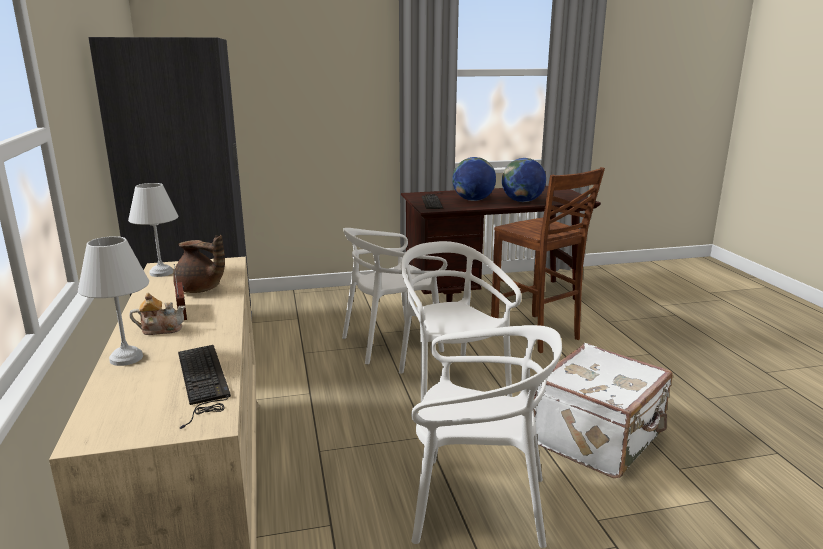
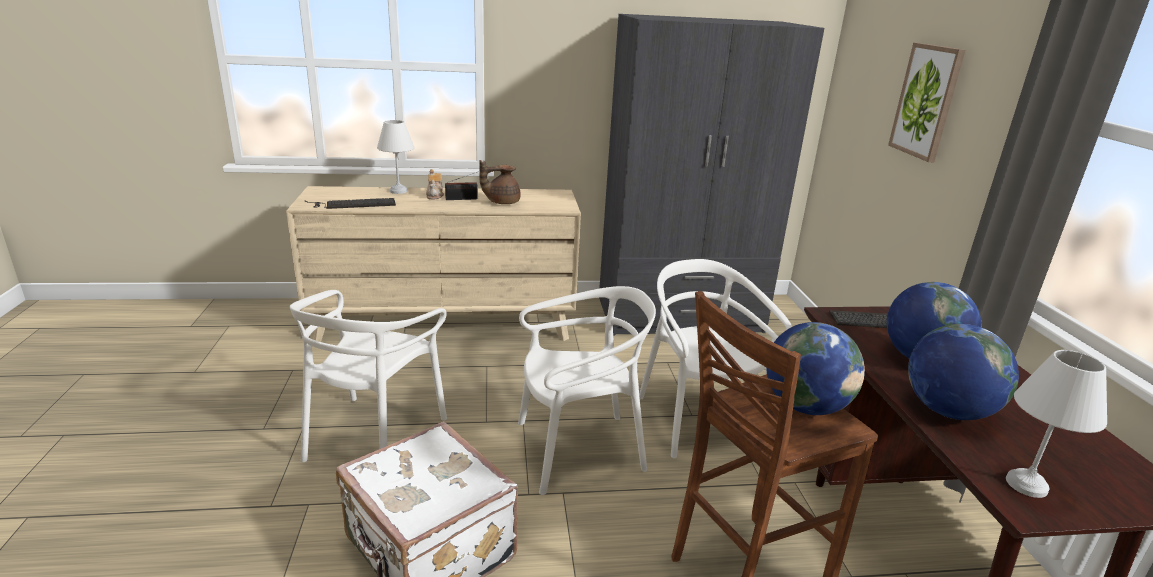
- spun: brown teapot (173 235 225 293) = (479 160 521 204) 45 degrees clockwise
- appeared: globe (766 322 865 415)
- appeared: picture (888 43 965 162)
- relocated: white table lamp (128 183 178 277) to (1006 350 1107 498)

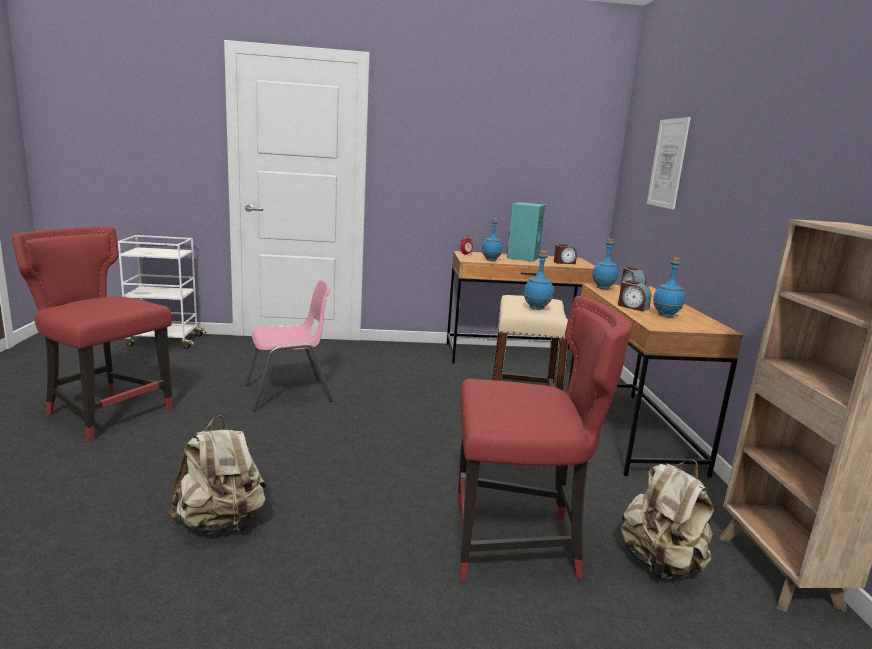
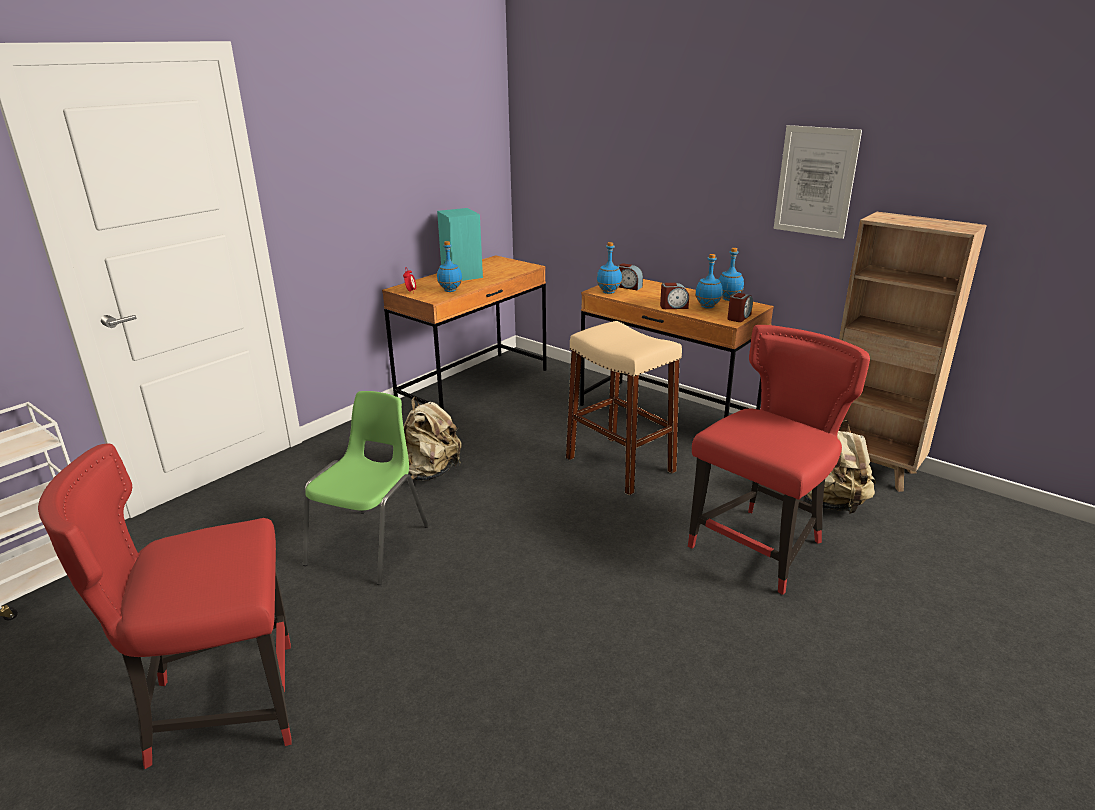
- colour: pink chair (245 280 333 411) to green chair (303 391 429 585)
- relocated: beige backpack (168 415 267 534) to (404 397 462 481)
- relocated: blue bottle (524 251 553 310) to (718 248 744 301)
- relocated: alarm clock (554 244 577 264) to (728 293 753 322)
- relocated: picture (647 117 691 210) to (774 125 862 239)

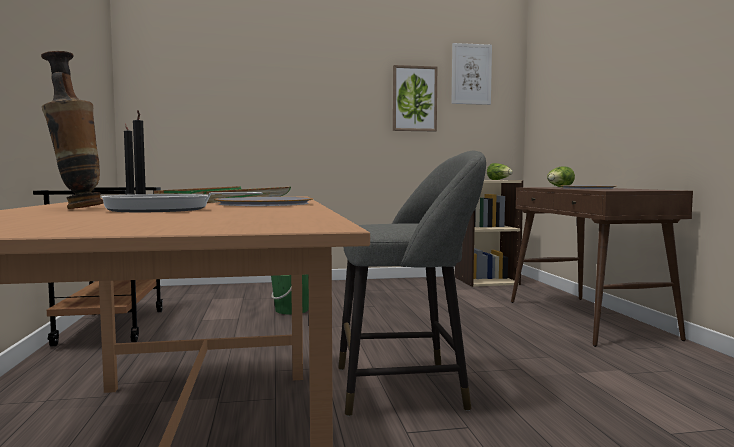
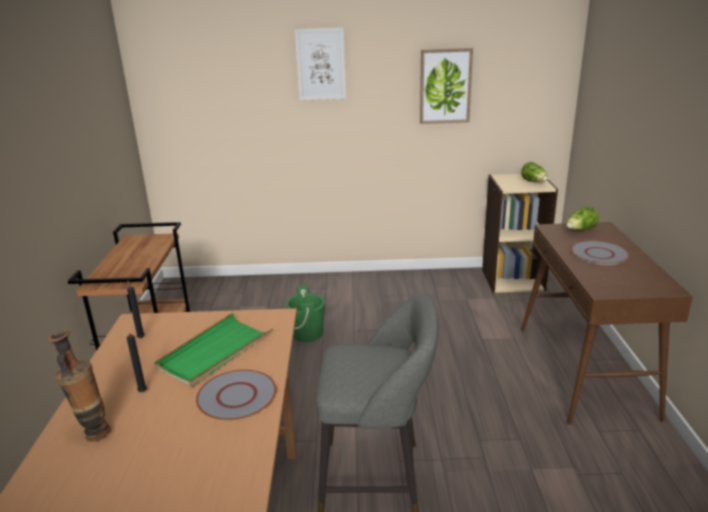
- relocated: picture (452 43 492 105) to (295 27 346 101)
- missing: frying pan (102 192 262 212)

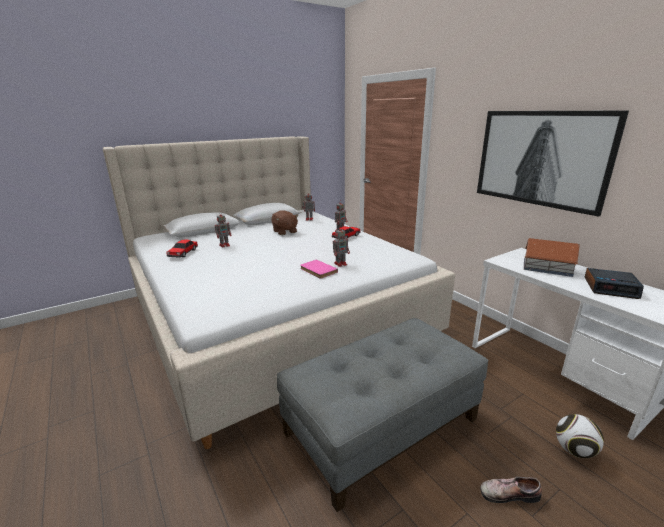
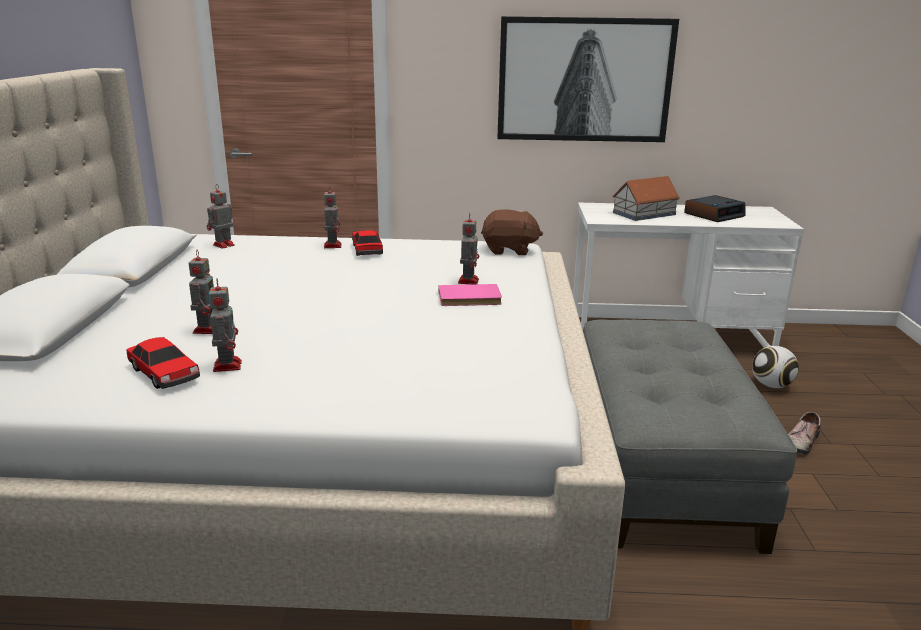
- appeared: toy robot (209 279 242 372)
- relocated: brown plush toy (272 210 299 235) to (481 210 543 255)

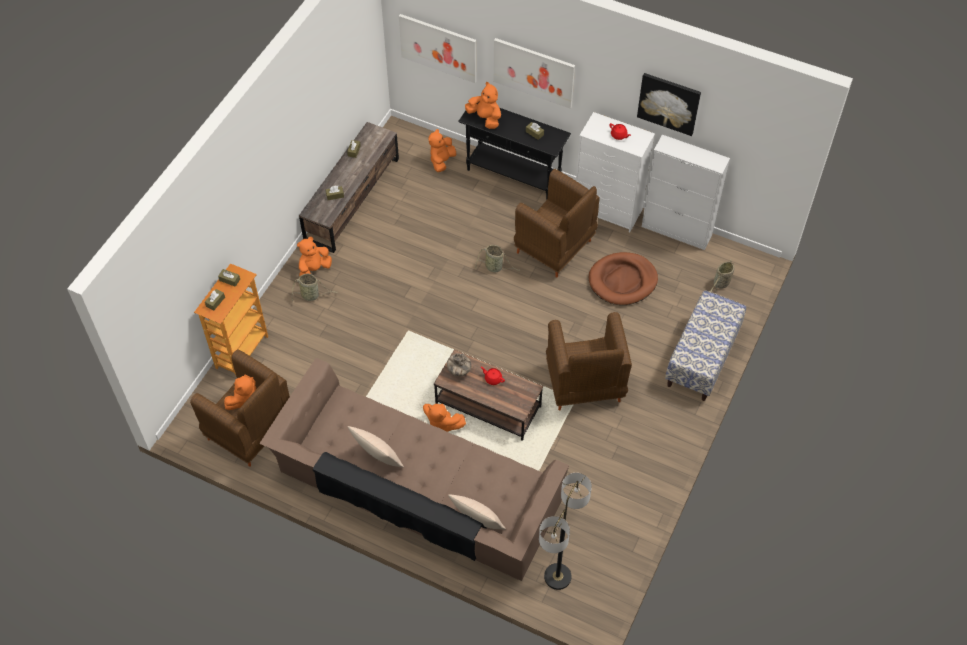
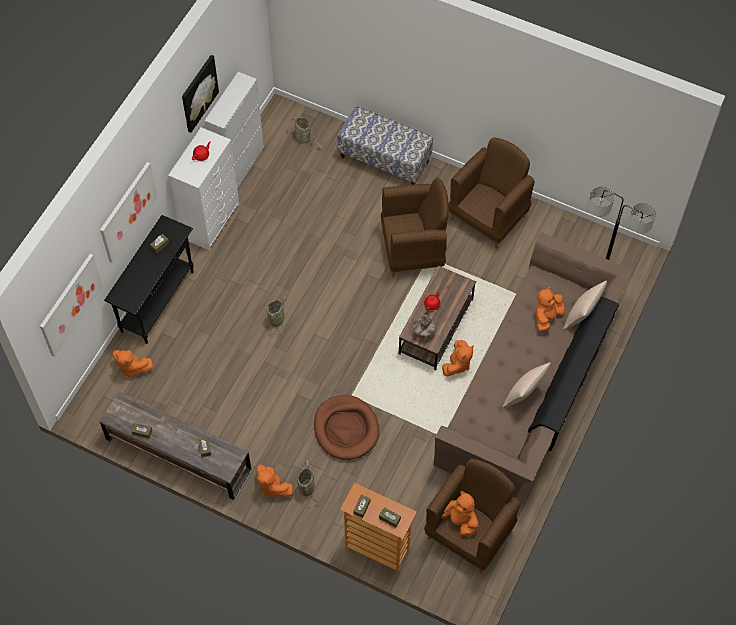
- relocated: brown dog bed (589 252 658 305) to (314 395 380 460)
- relocated: brown armchair (514 169 600 278) to (449 138 535 249)
- relocated: orange plush toy (465 82 501 129) to (536 287 565 332)

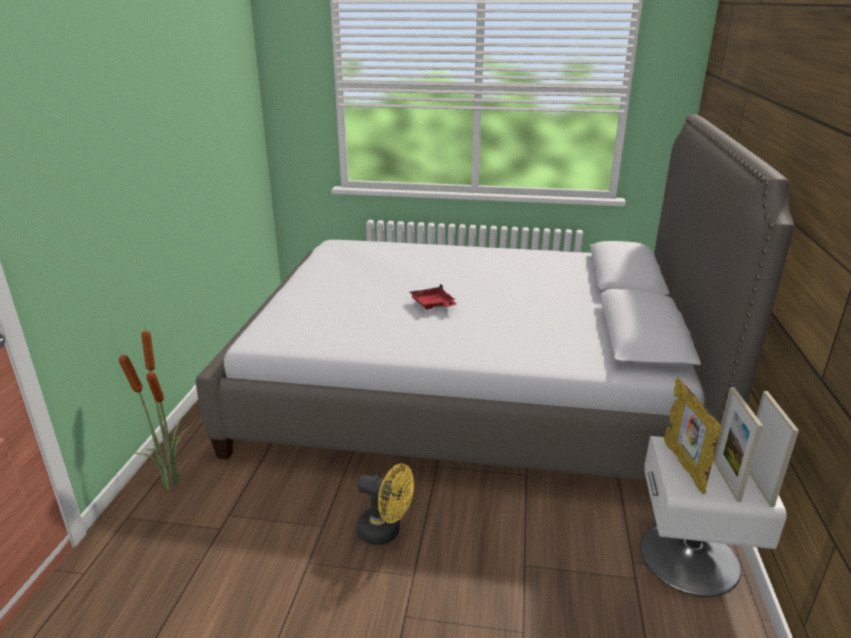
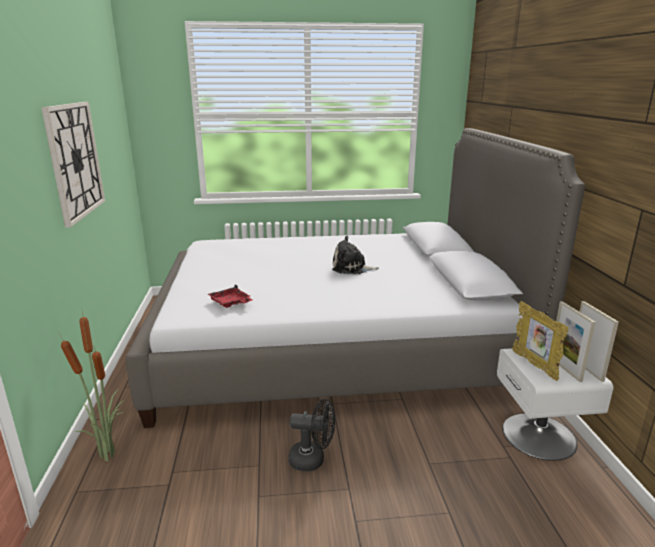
- appeared: wall clock (41 102 105 228)
- relocated: red tray (409 284 456 310) to (208 284 252 308)
- colour: yellow fan (357 464 414 545) to black fan (289 399 335 471)
- appeared: plush toy (332 236 379 274)

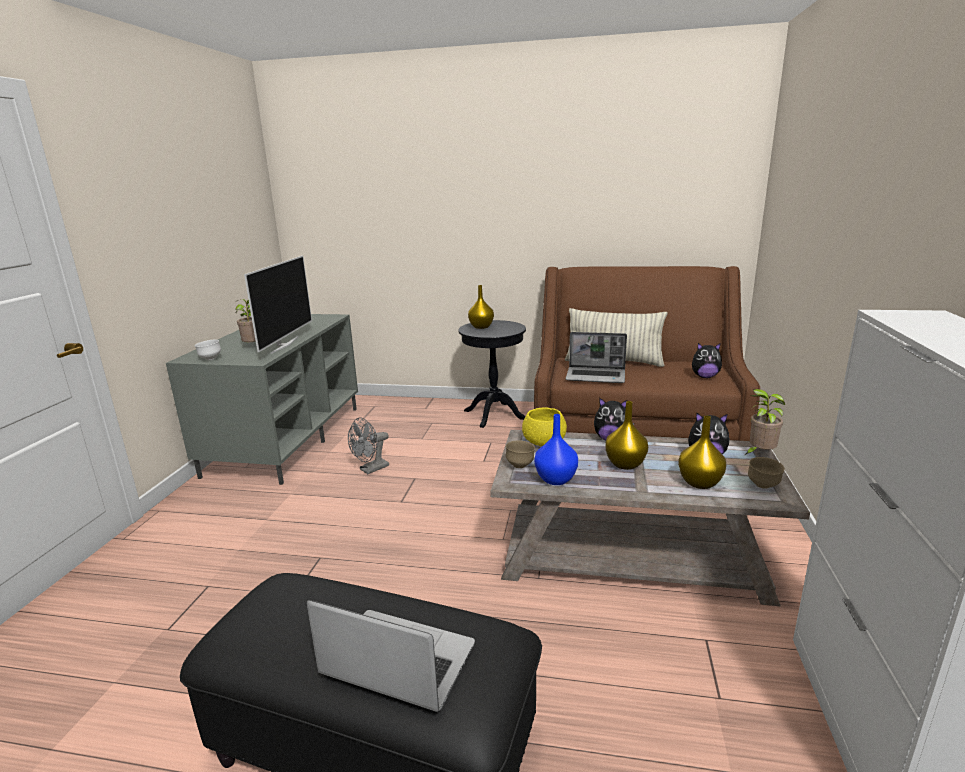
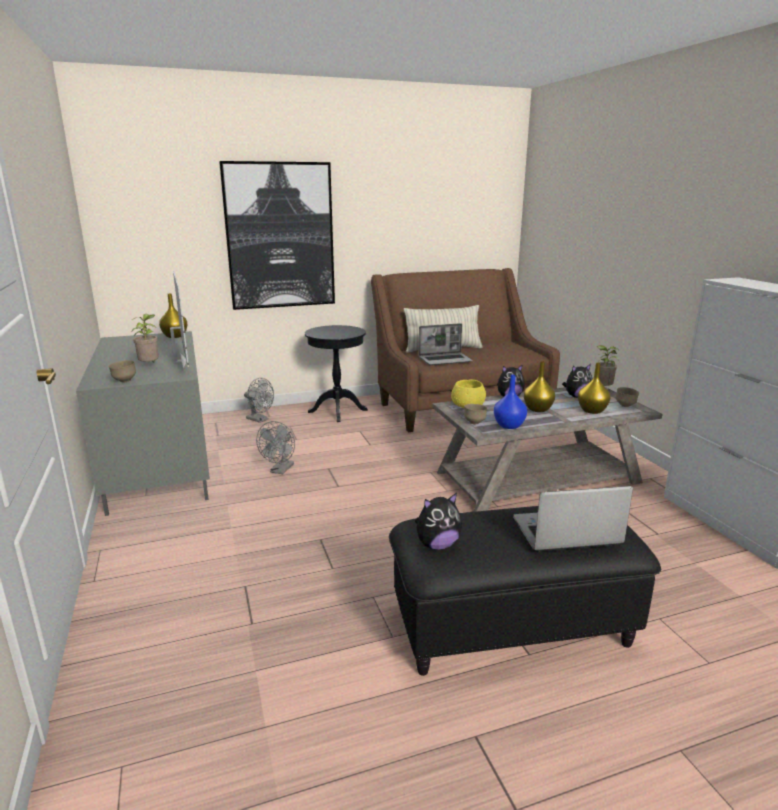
- colour: white bowl (195 340 221 360) to brown bowl (109 360 136 383)
- relocated: yellow vase (468 285 494 329) to (159 293 187 338)
- appeared: picture (219 161 335 310)
- appeared: grey fan (244 378 274 423)
- relocated: plush toy (692 343 722 378) to (415 493 462 550)

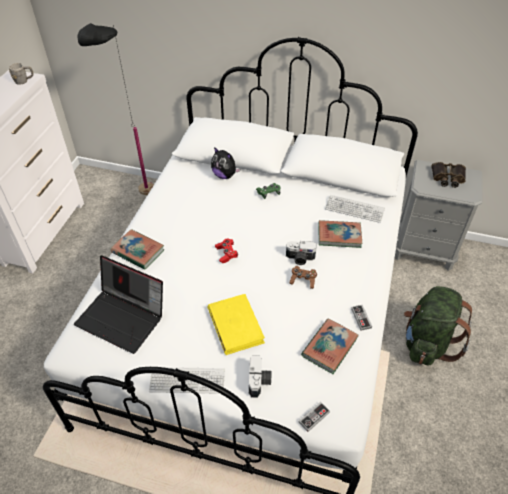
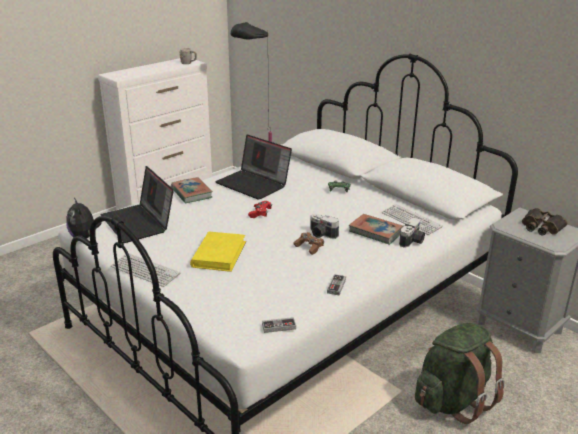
- relocated: plush toy (211 147 240 179) to (66 197 102 239)
- appeared: laptop (215 134 292 200)
- relocated: game controller (298 402 330 432) to (262 317 296 333)
- relocated: photo camera (249 355 271 398) to (399 218 425 248)
- missing: book (301 319 359 374)

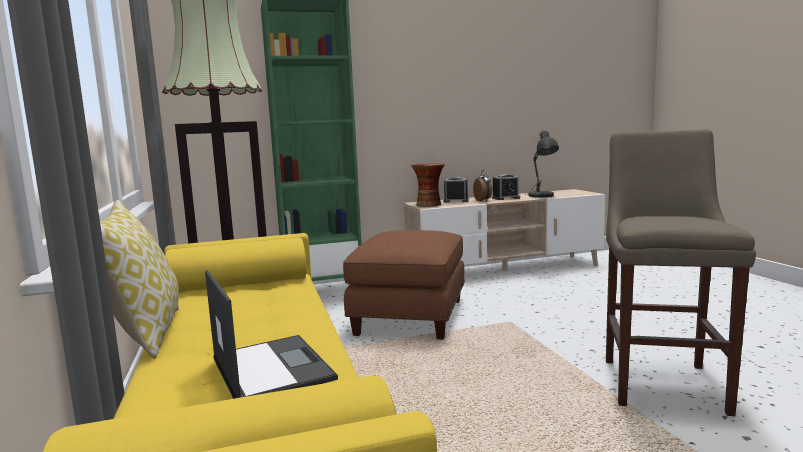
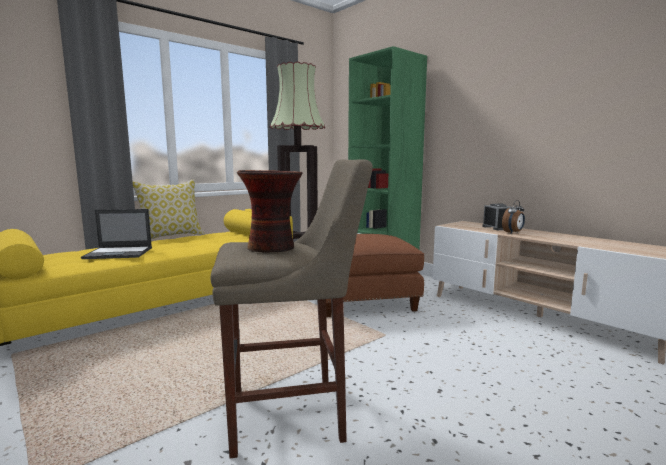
- spun: laptop (205 270 338 399) = (81 209 152 259) 45 degrees clockwise
- relocated: vase (411 163 445 207) to (237 170 303 253)
- missing: alarm clock (492 174 520 200)
- missing: grey table lamp (524 131 559 198)

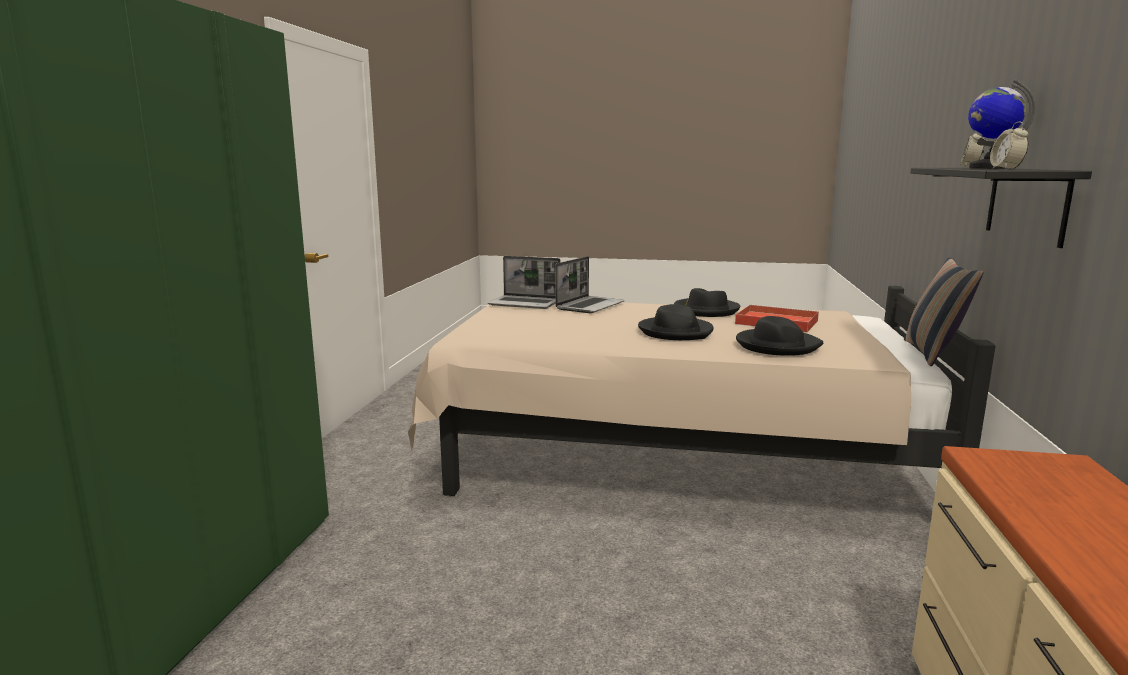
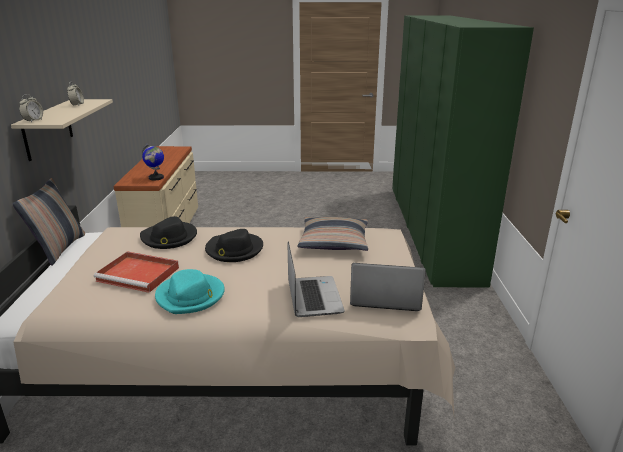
- colour: black shelf (911 168 1092 248) to beige shelf (11 99 113 161)
- relocated: globe (968 79 1036 168) to (142 143 164 180)
- colour: black hat (674 288 740 317) to turquoise hat (155 269 225 314)
- spun: laptop (555 256 624 313) = (288 241 345 317) 150 degrees clockwise
- appeared: pillow (297 217 368 251)

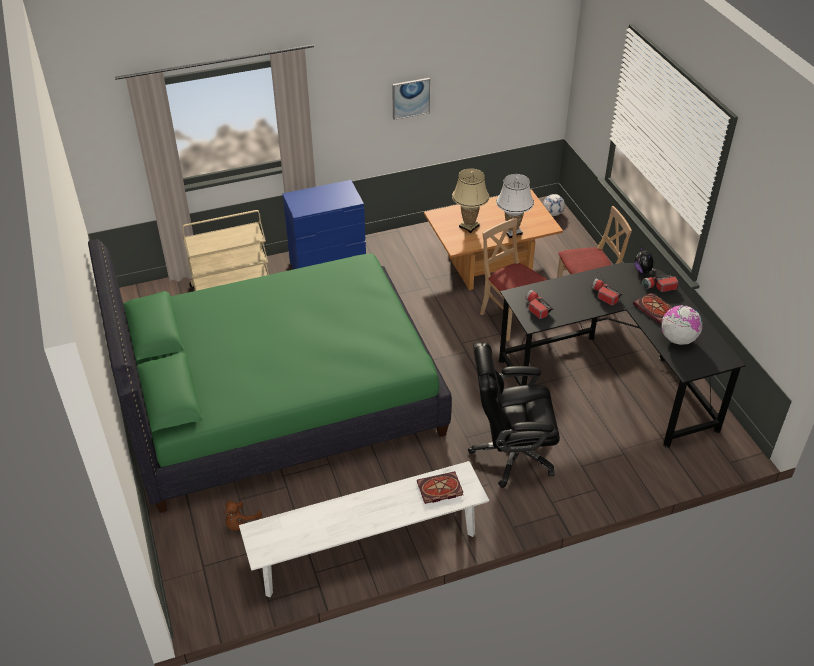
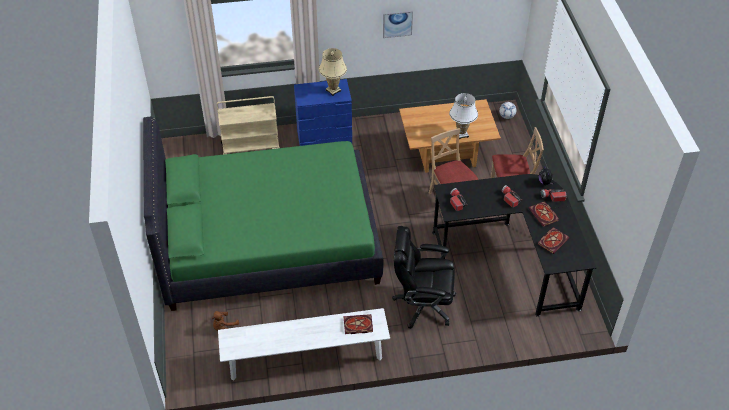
- relocated: beige table lamp (452 168 489 233) to (319 48 347 96)
- exchanged: globe (661 305 702 345) to book (538 227 569 254)

